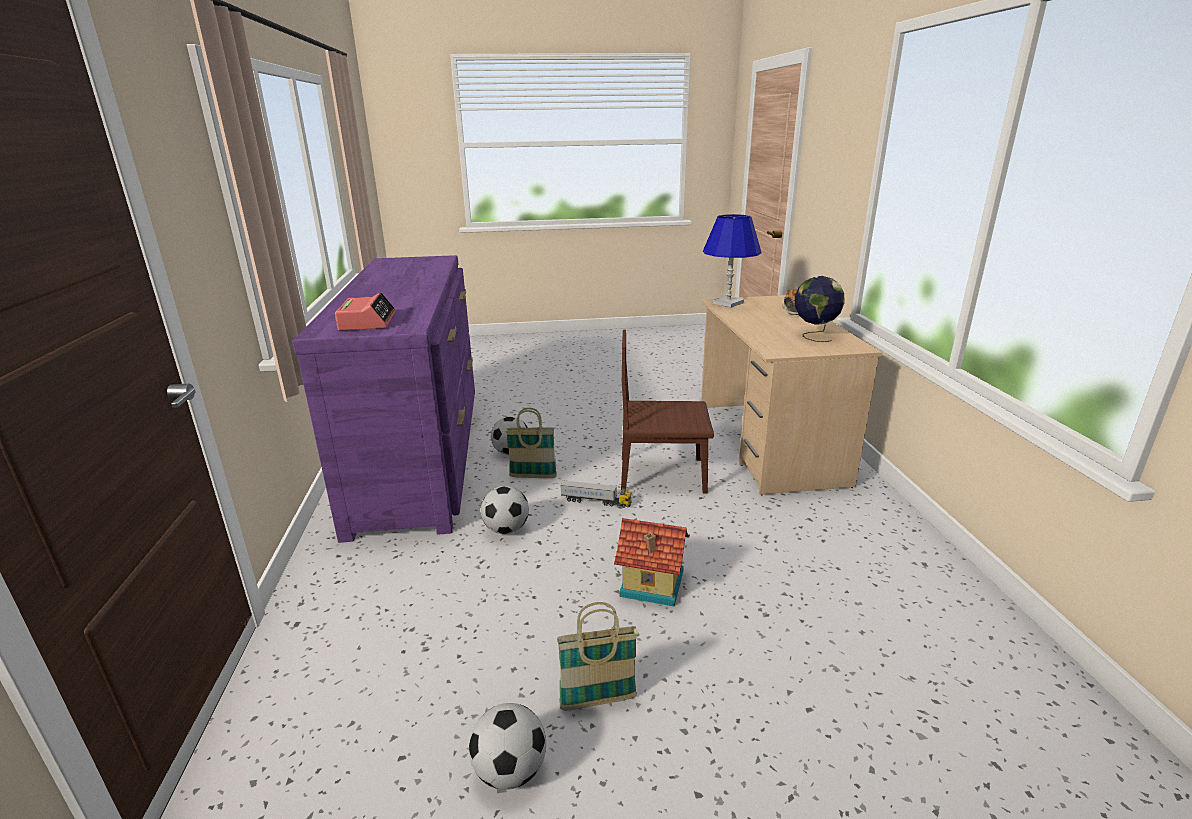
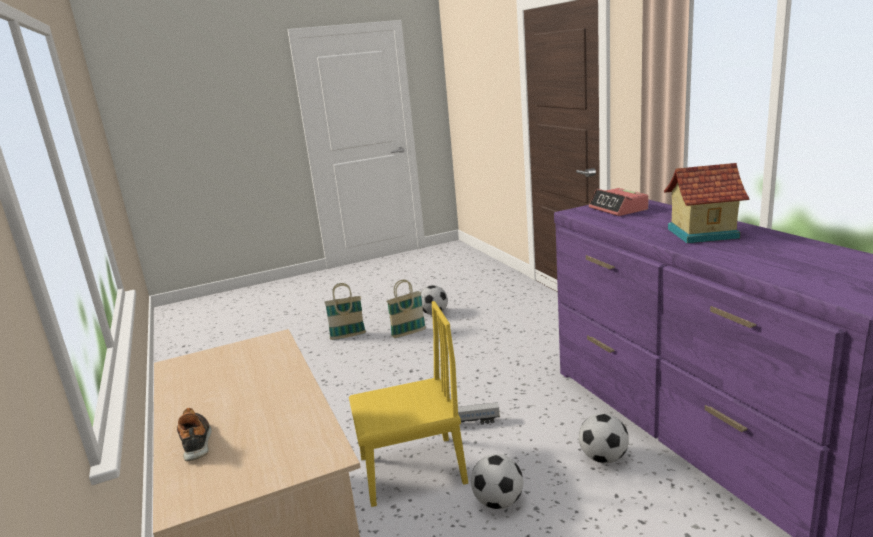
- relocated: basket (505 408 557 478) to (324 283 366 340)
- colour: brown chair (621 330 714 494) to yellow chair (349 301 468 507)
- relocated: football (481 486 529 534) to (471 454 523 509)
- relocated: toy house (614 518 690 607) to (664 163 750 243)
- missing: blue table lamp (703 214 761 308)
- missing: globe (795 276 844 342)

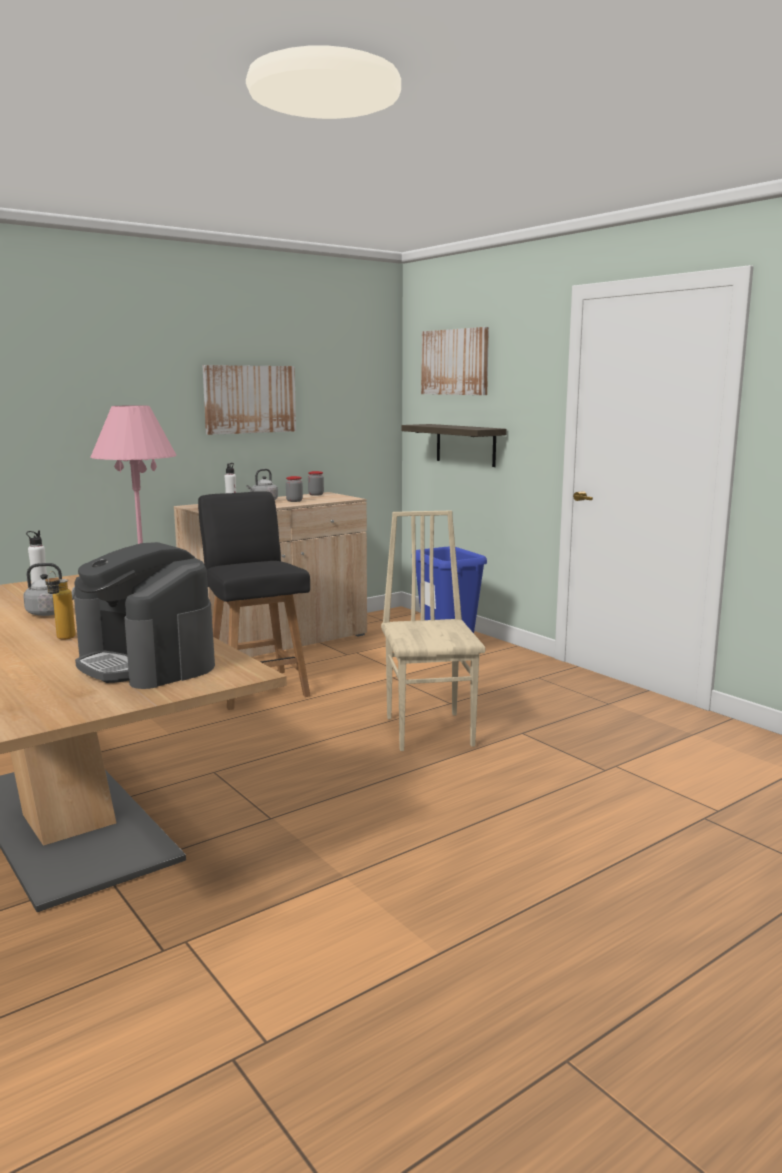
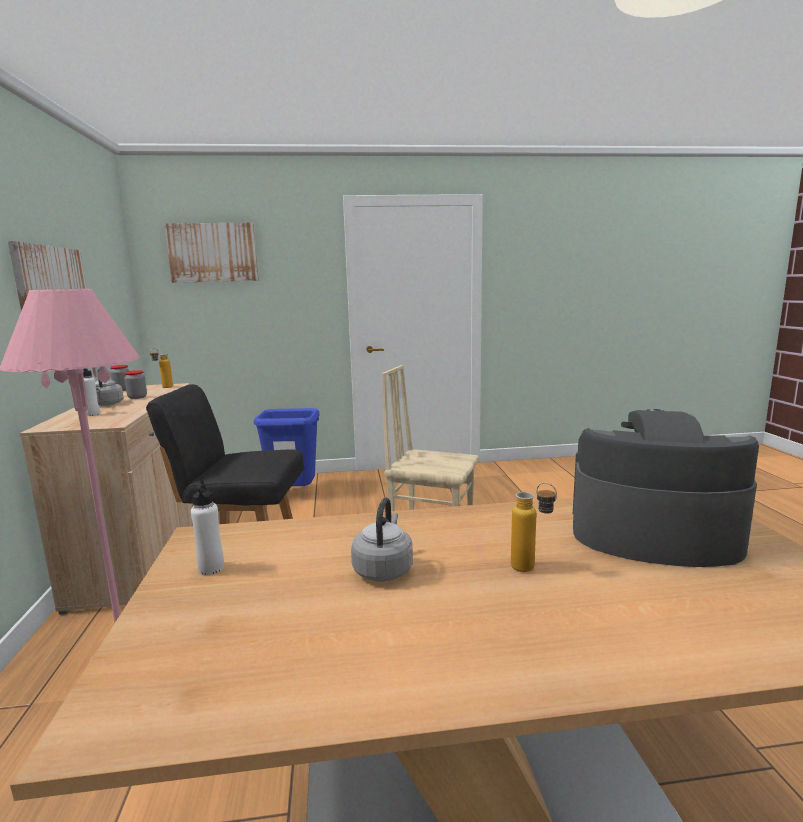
- appeared: bottle (150 348 173 388)
- spun: coffee machine (74 542 215 689) = (573 409 759 567) 150 degrees counterclockwise
- missing: shelf (402 424 507 467)

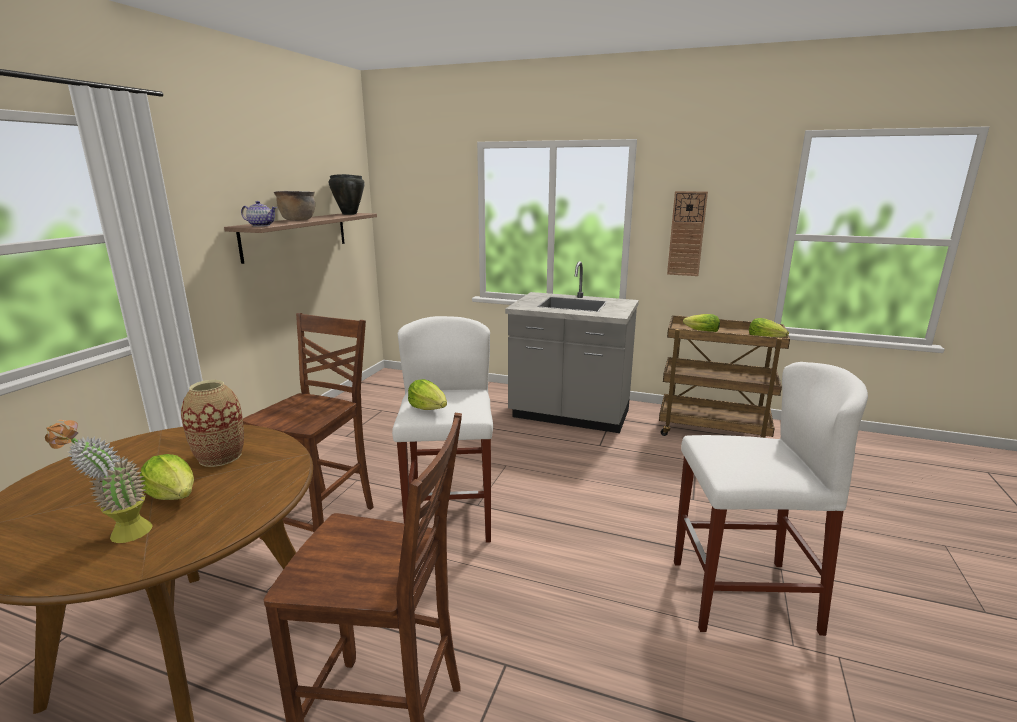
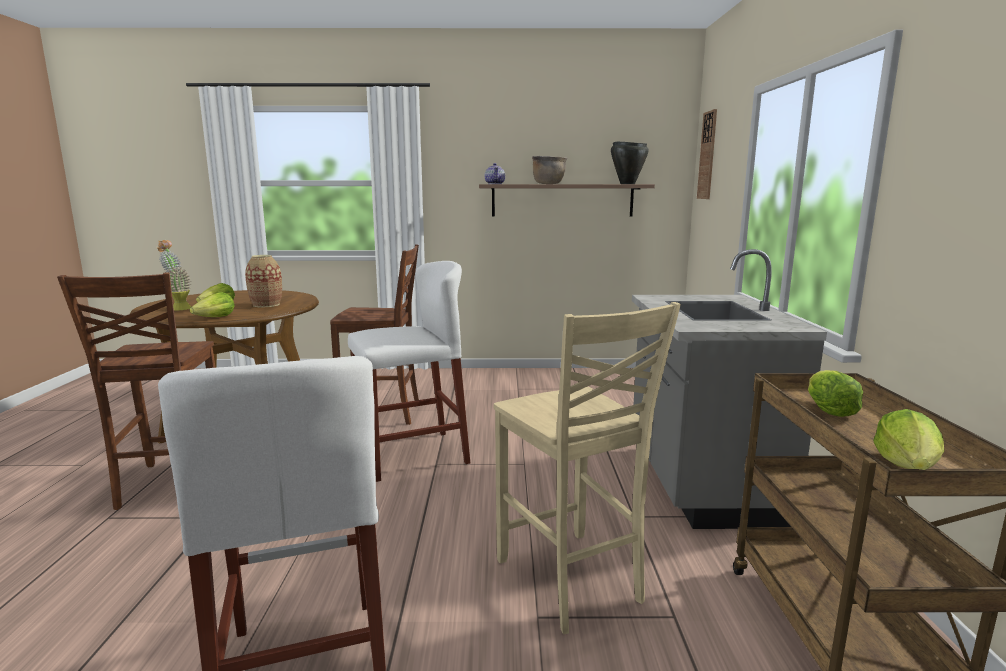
- relocated: lettuce (408 379 447 410) to (190 292 235 317)
- appeared: beige chair (494 302 681 634)
- relocated: wall clock (667 191 708 276) to (697 109 717 199)

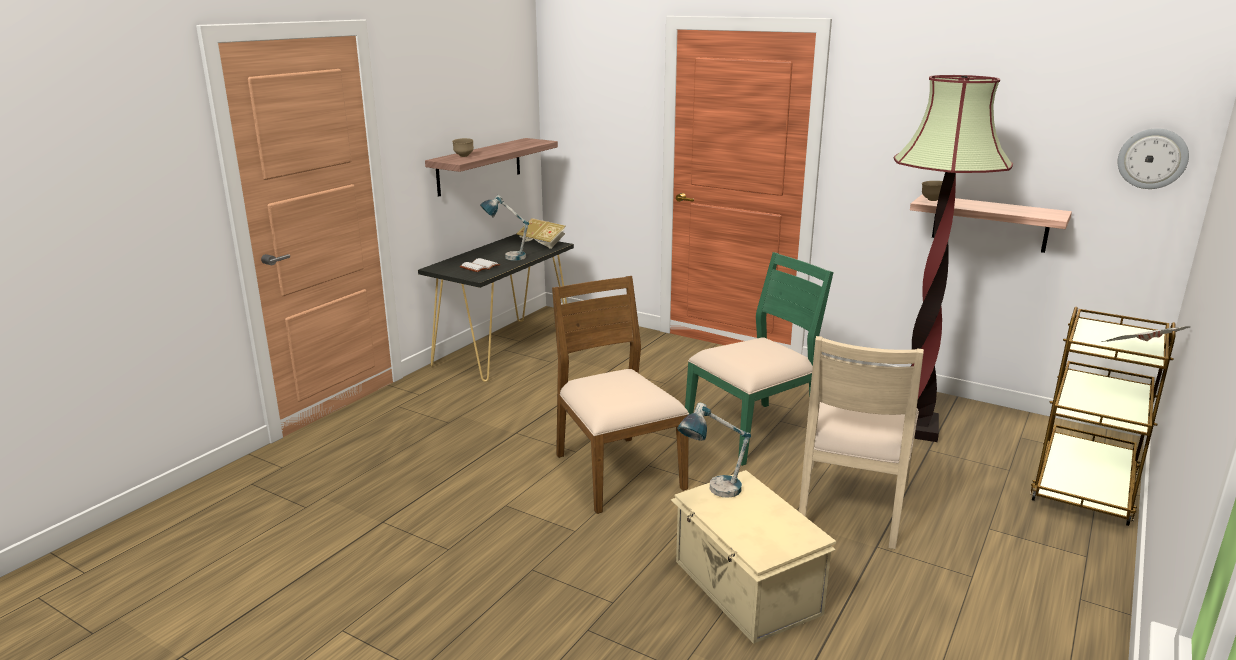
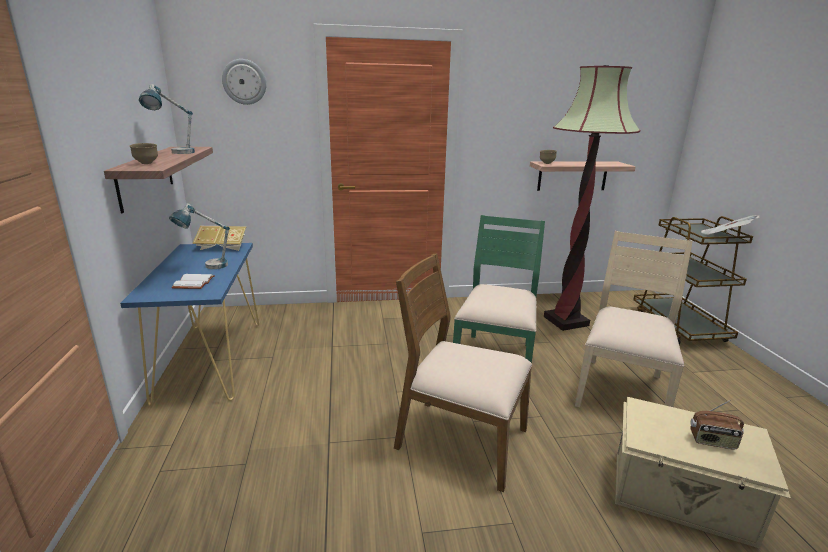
- colour: black console table (418 234 574 382) to blue console table (120 243 259 406)
- relocated: table lamp (677 403 751 498) to (139 84 195 154)
- relocated: wall clock (1118 128 1189 189) to (222 59 266 105)
- spun: beige chair (799 336 924 549) = (575 231 693 408) 135 degrees counterclockwise
- appeared: radio (690 400 744 450)

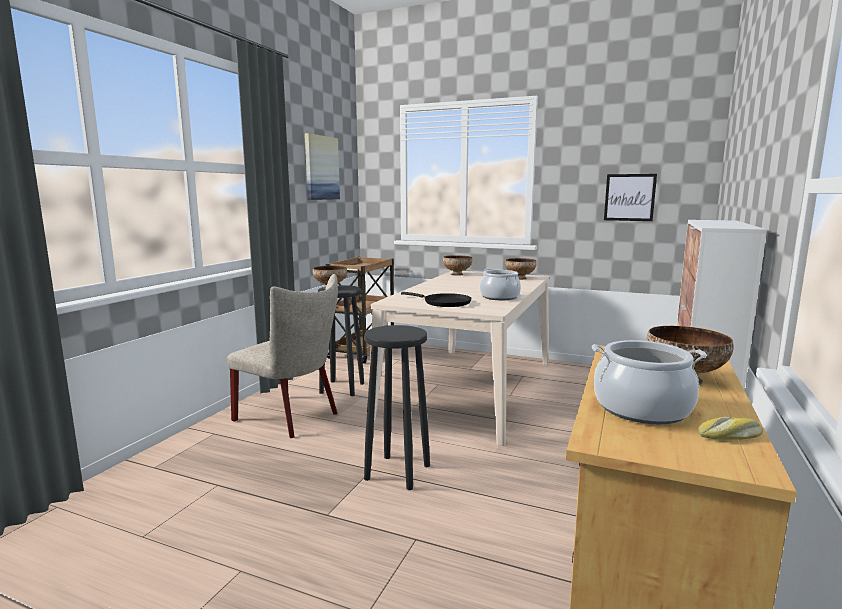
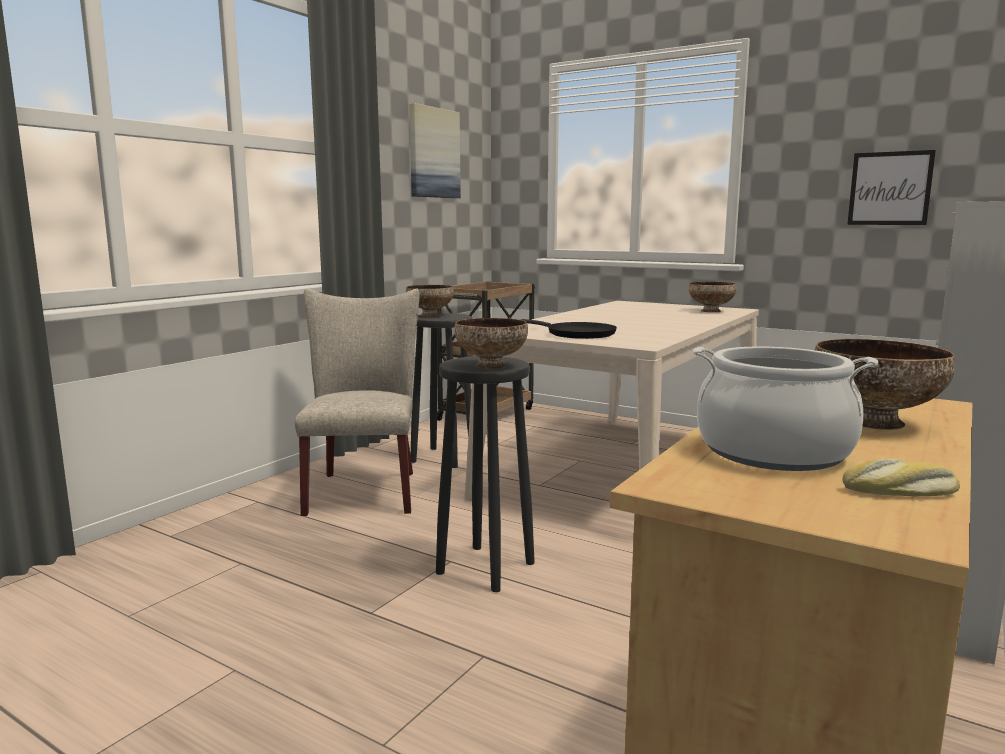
- spun: beige chair (227 274 338 438) = (295 289 420 516) 135 degrees counterclockwise
- relocated: bowl (443 255 472 276) to (454 318 528 369)
- missing: cooking pot (480 268 521 300)

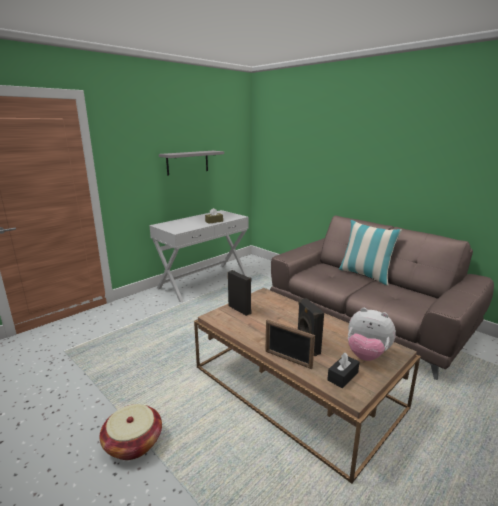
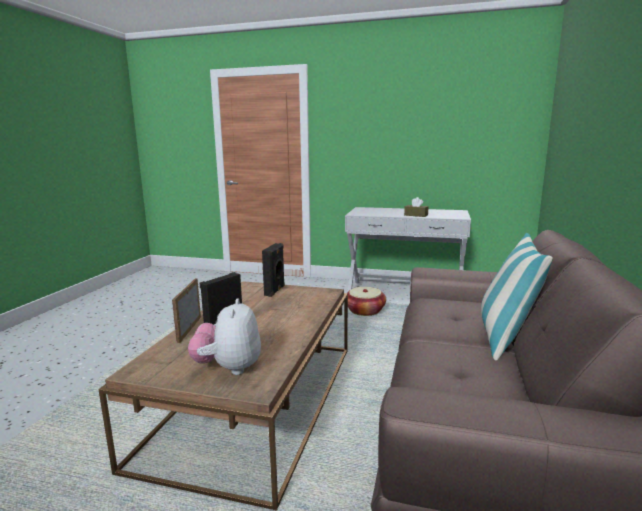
- relocated: basket (100 404 162 460) to (347 287 386 316)
- missing: grey shelf (159 151 224 175)
- missing: black tissue box (327 353 359 388)

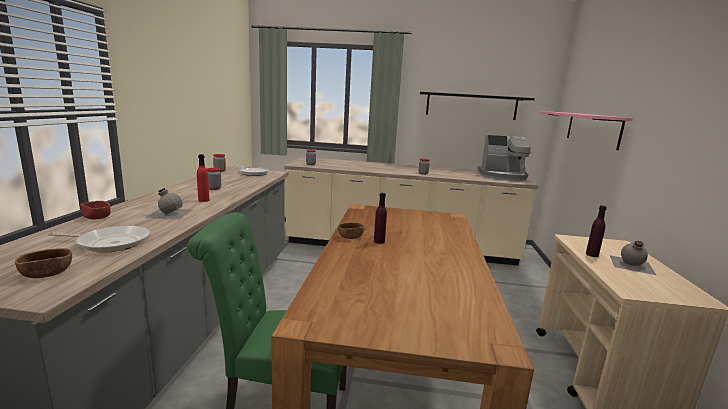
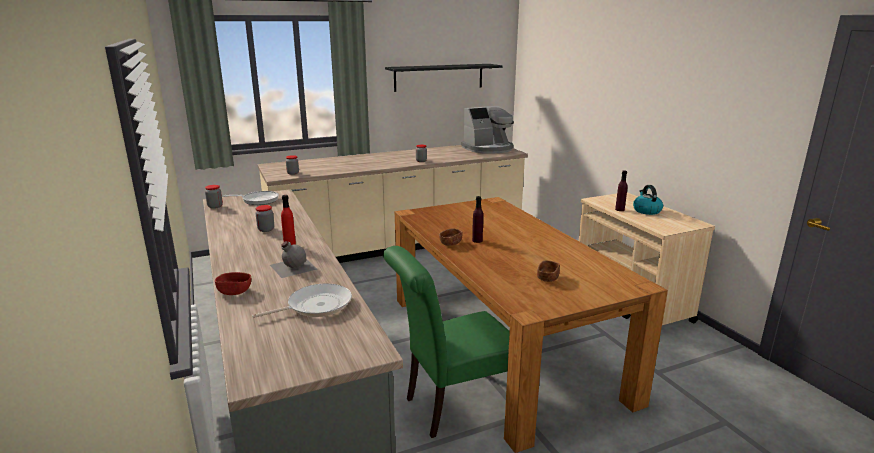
- relocated: brown bowl (15 248 72 278) to (537 260 560 282)
- exchanged: grey bottle (610 241 656 275) to kettle (633 185 663 215)
- missing: pink shelf (540 111 633 150)

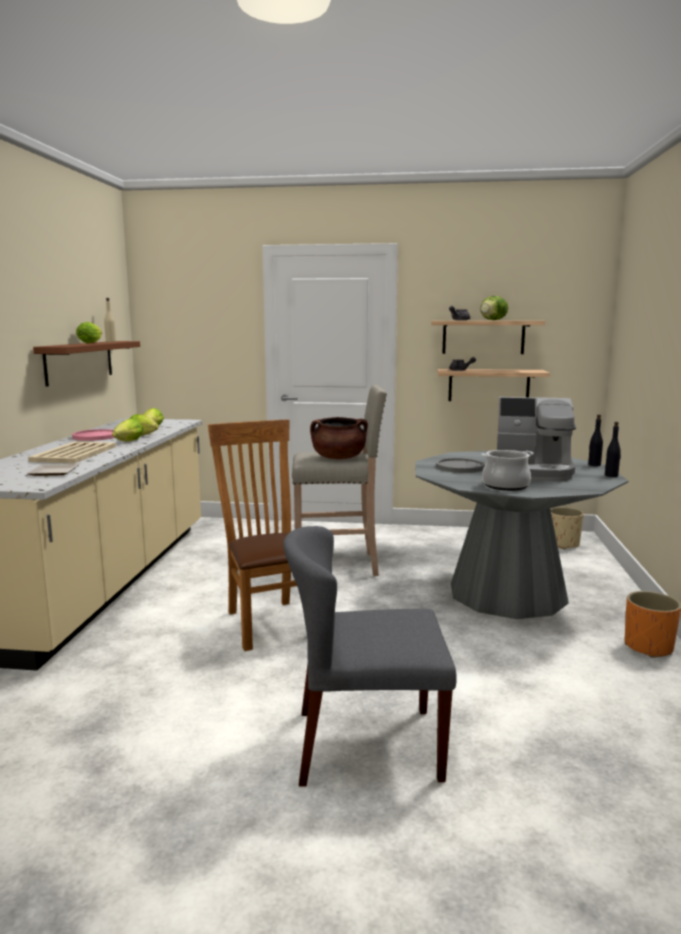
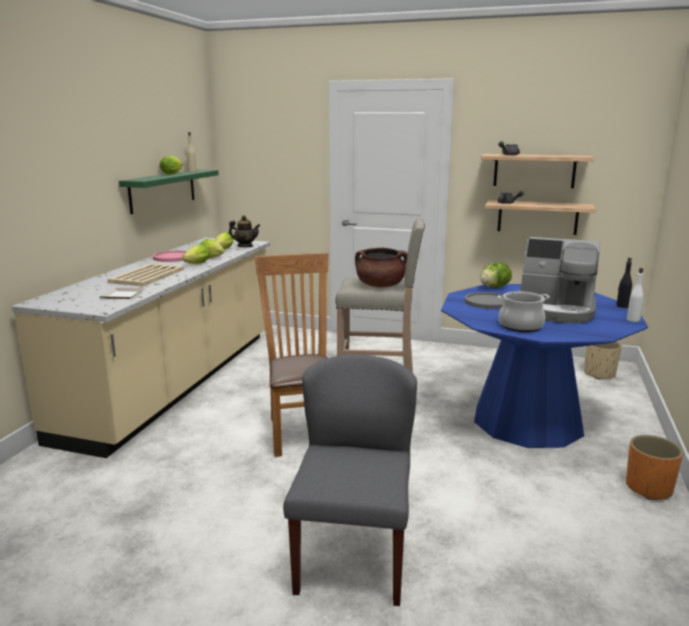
- colour: brown shelf (33 341 140 387) to green shelf (119 170 219 214)
- appeared: teapot (229 215 260 247)
- spun: grey chair (283 526 457 787) = (283 354 417 606) 90 degrees clockwise
- colour: grey dining table (415 450 628 619) to blue dining table (441 284 648 448)
- relocated: lettuce (480 296 508 320) to (480 262 512 288)
- colour: black bottle (605 422 621 477) to white bottle (627 268 644 322)

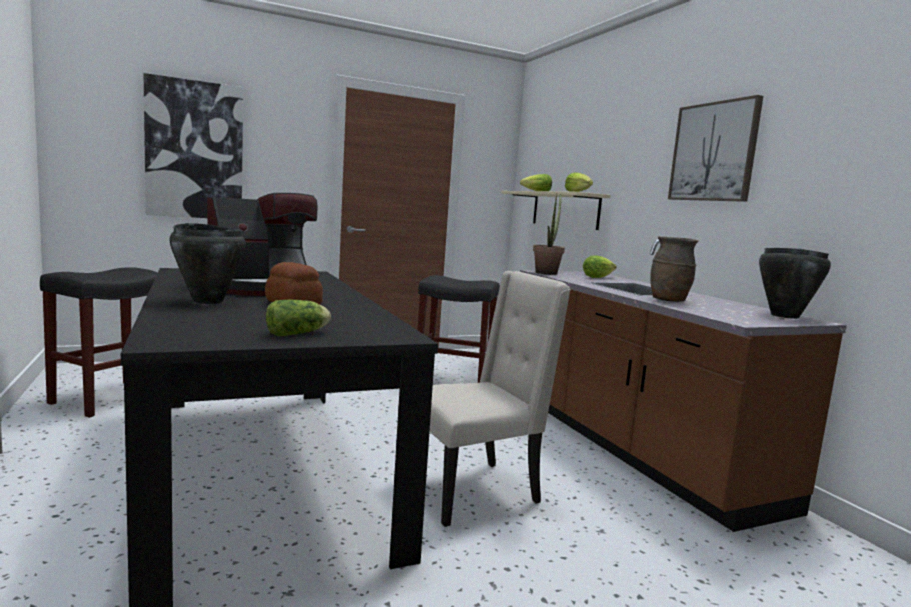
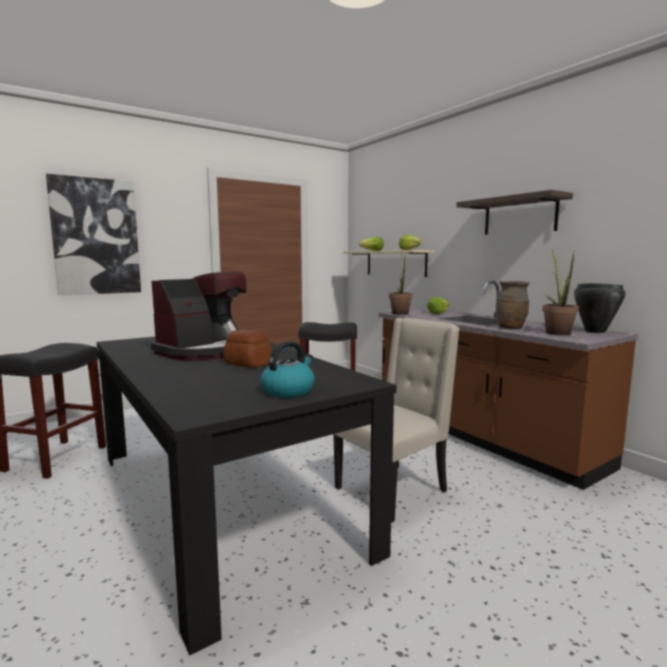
- exchanged: lettuce (266 300 331 336) to kettle (261 341 315 398)
- exchanged: picture (668 95 763 202) to shelf (456 190 573 235)
- appeared: potted plant (542 249 579 335)
- missing: black cooking pot (169 223 246 304)

